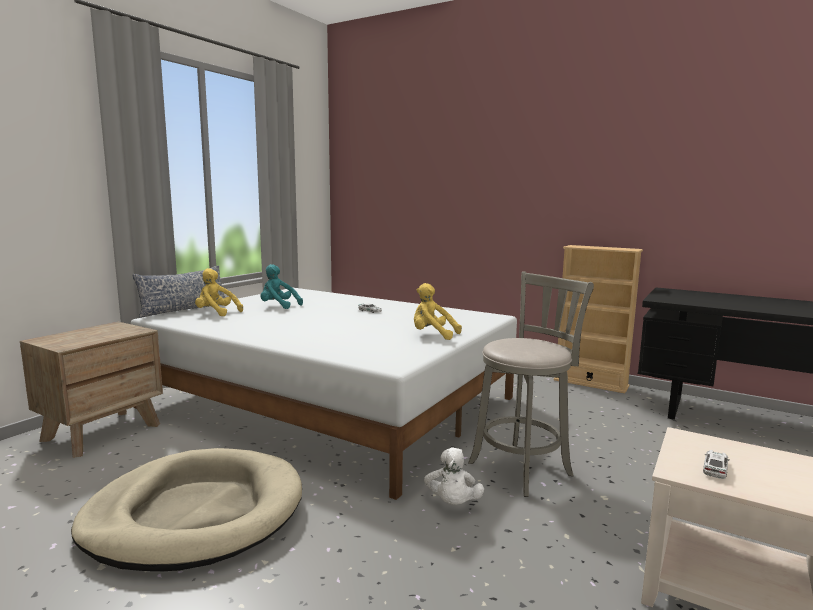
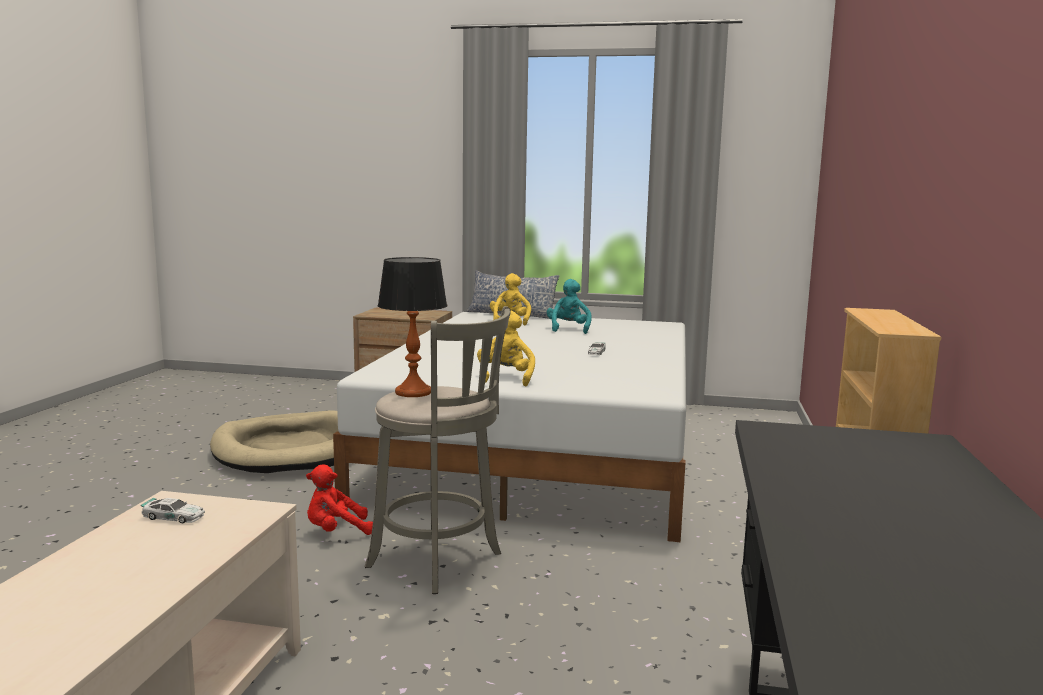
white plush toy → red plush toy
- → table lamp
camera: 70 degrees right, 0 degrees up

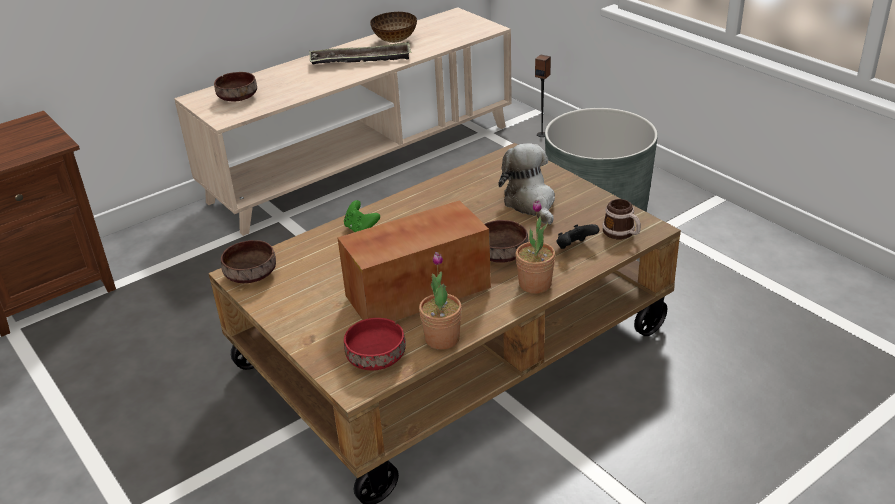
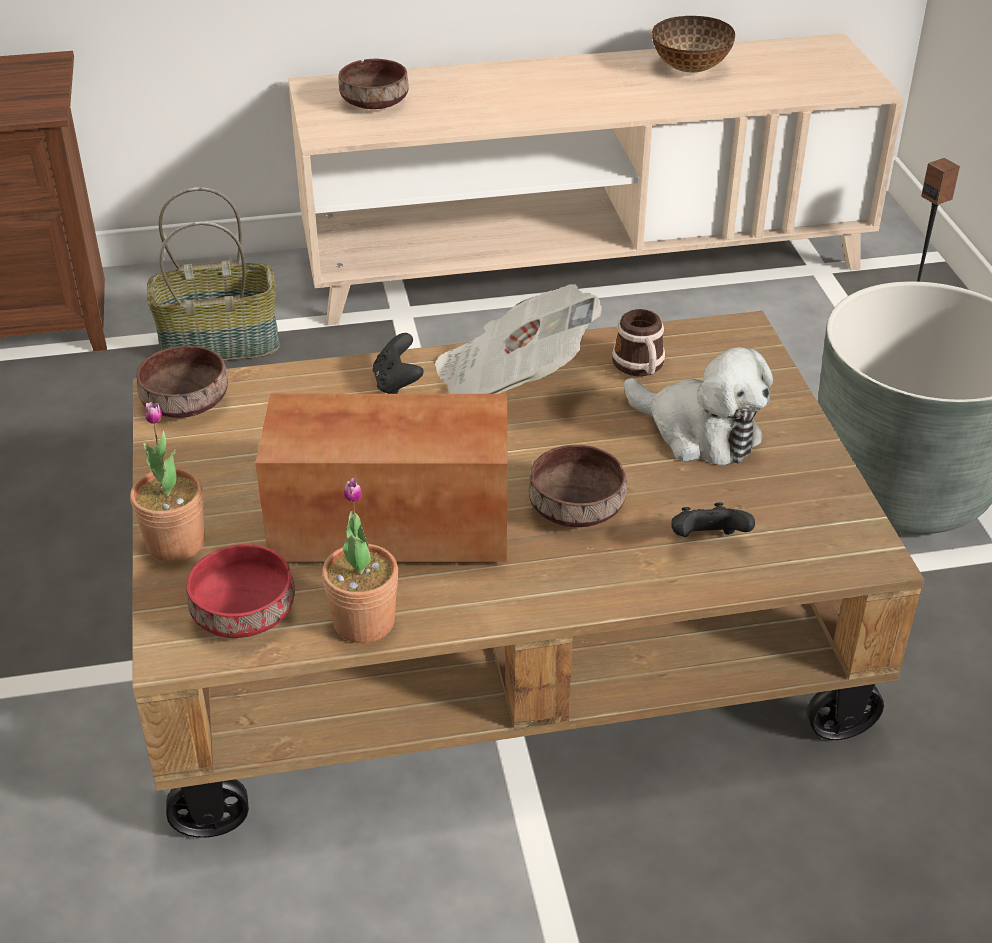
tray → -
green game controller → black game controller (1st from left)
plush toy, 120 degrees clockwise
potted plant (2nd from left in the first image) → potted plant (1st from left), move
mug, move
- → basket
- → newspaper
camera: 25 degrees right, 5 degrees up

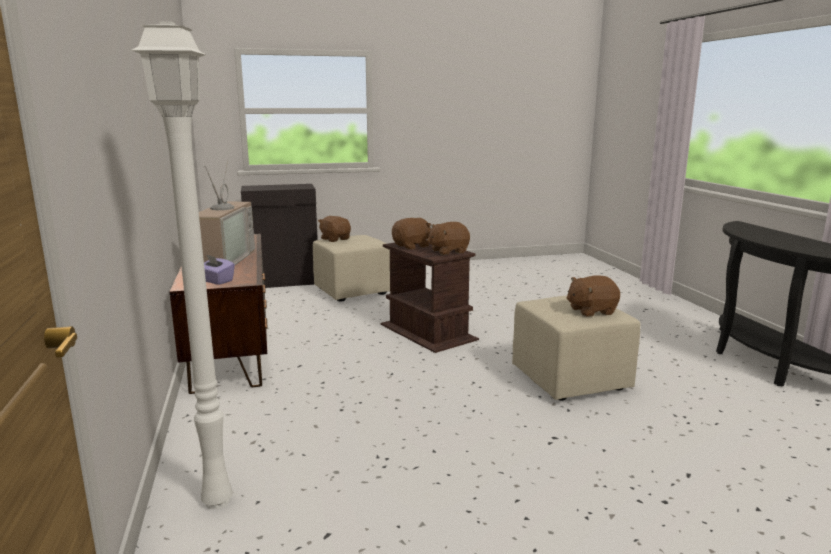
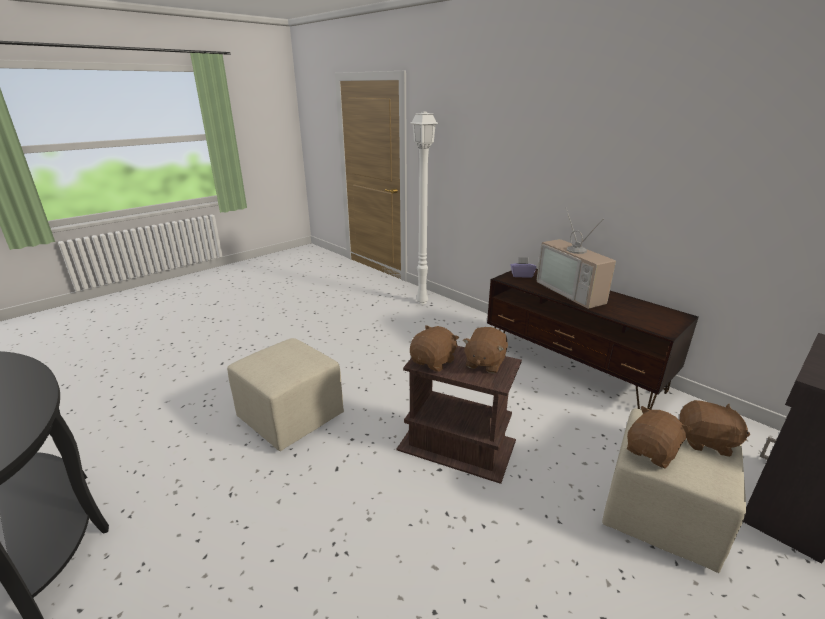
brown plush toy (4th from left in the first image) → brown plush toy (3rd from left), move
camera: 150 degrees right, 10 degrees up

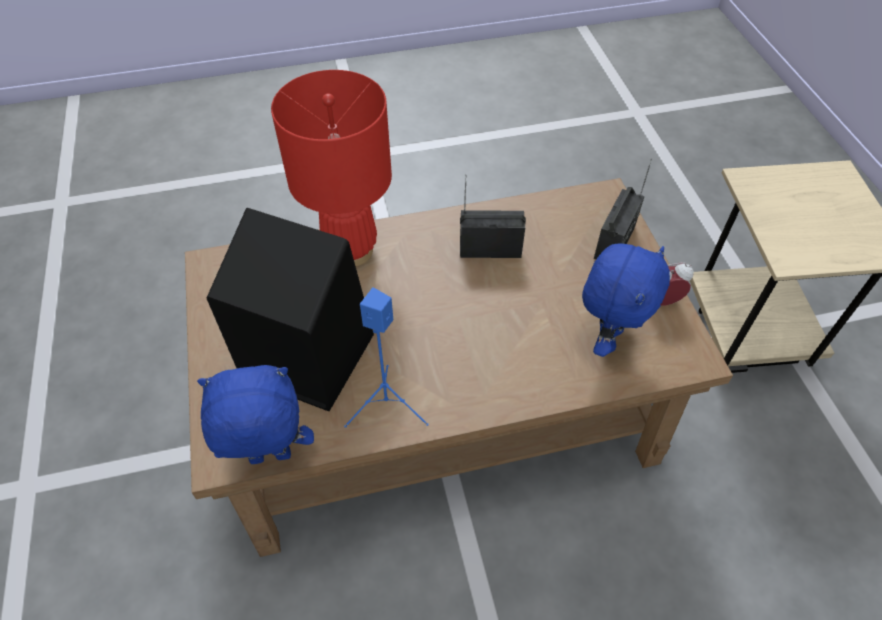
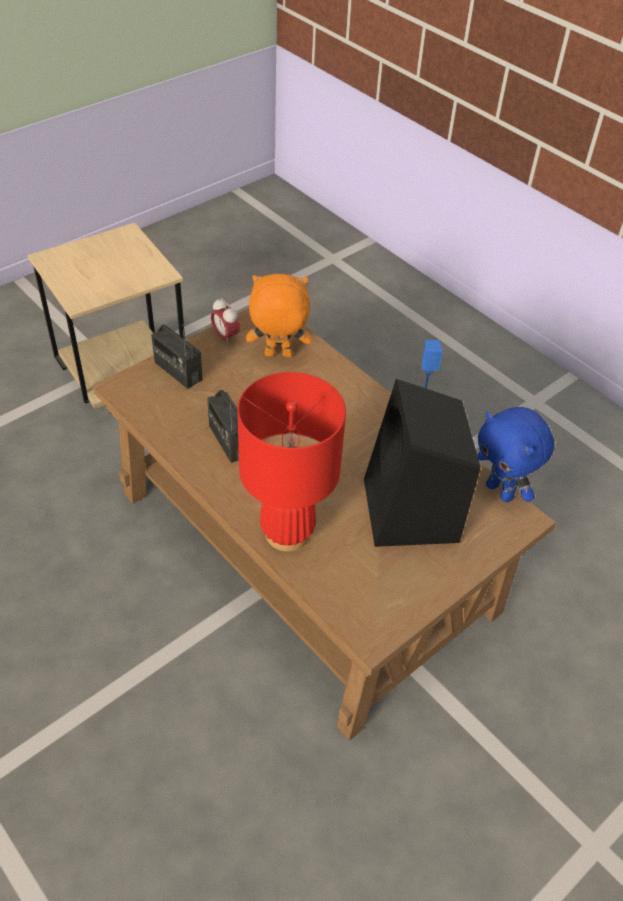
blue plush toy (2nd from left) → orange plush toy
radio (2nd from left in the first image) → radio (1st from left), 135 degrees counterclockwise
camera: 120 degrees left, 5 degrees down

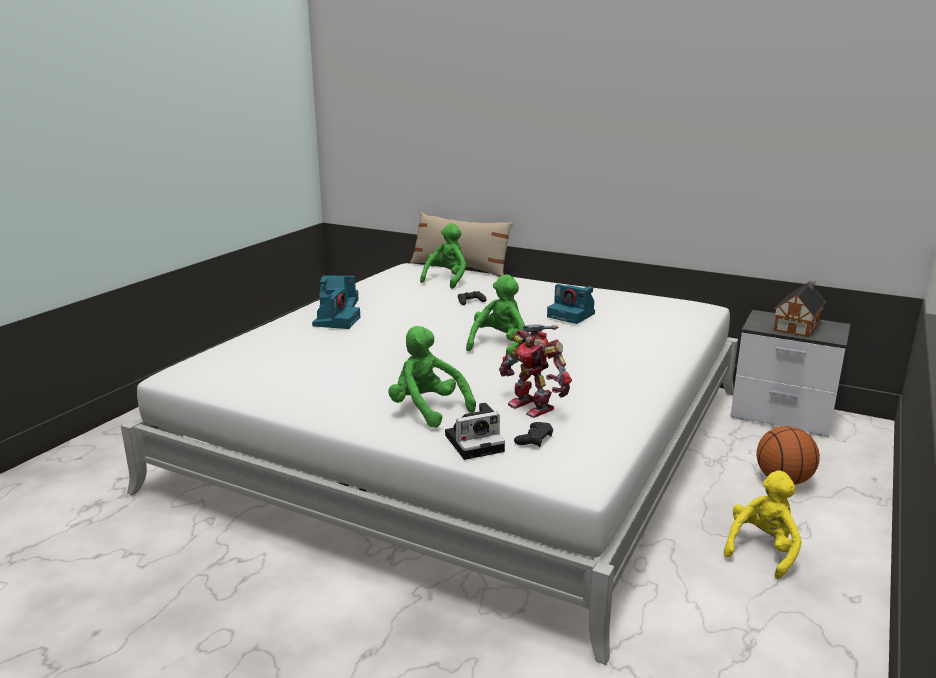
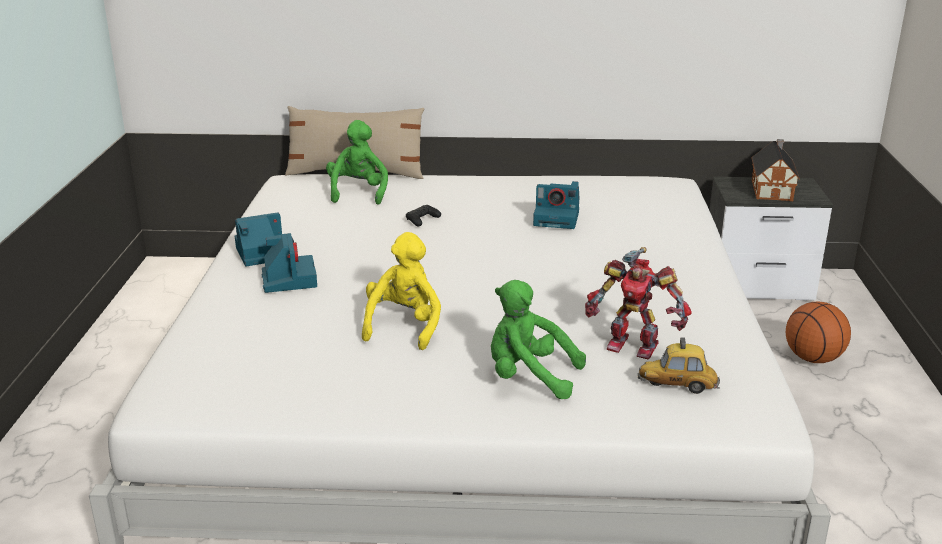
photo camera (3rd from left) → -
green plush toy (3rd from left) → -
black game controller (2nd from left) → toy car
yellow plush toy, move
camera: 25 degrees left, 5 degrees up

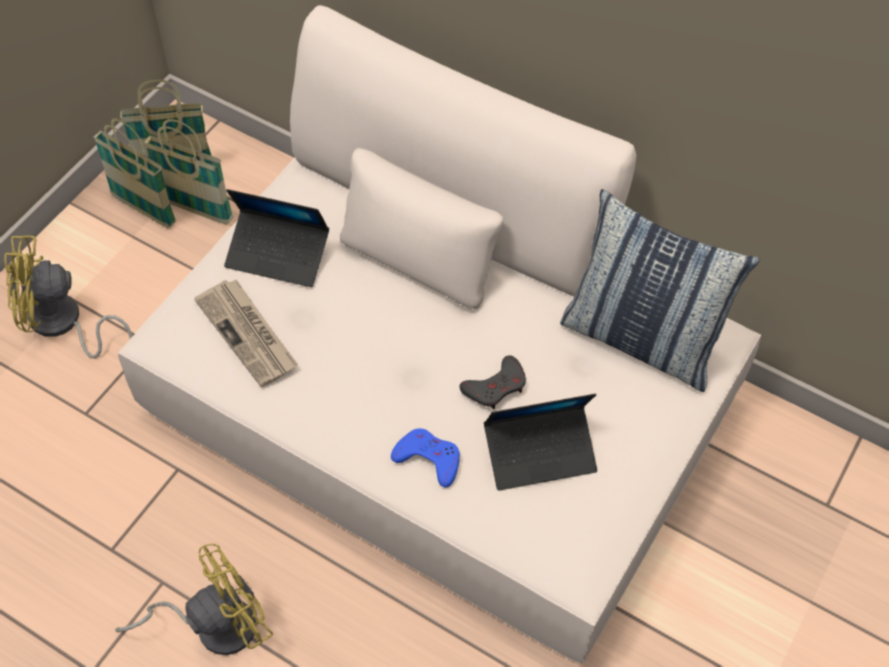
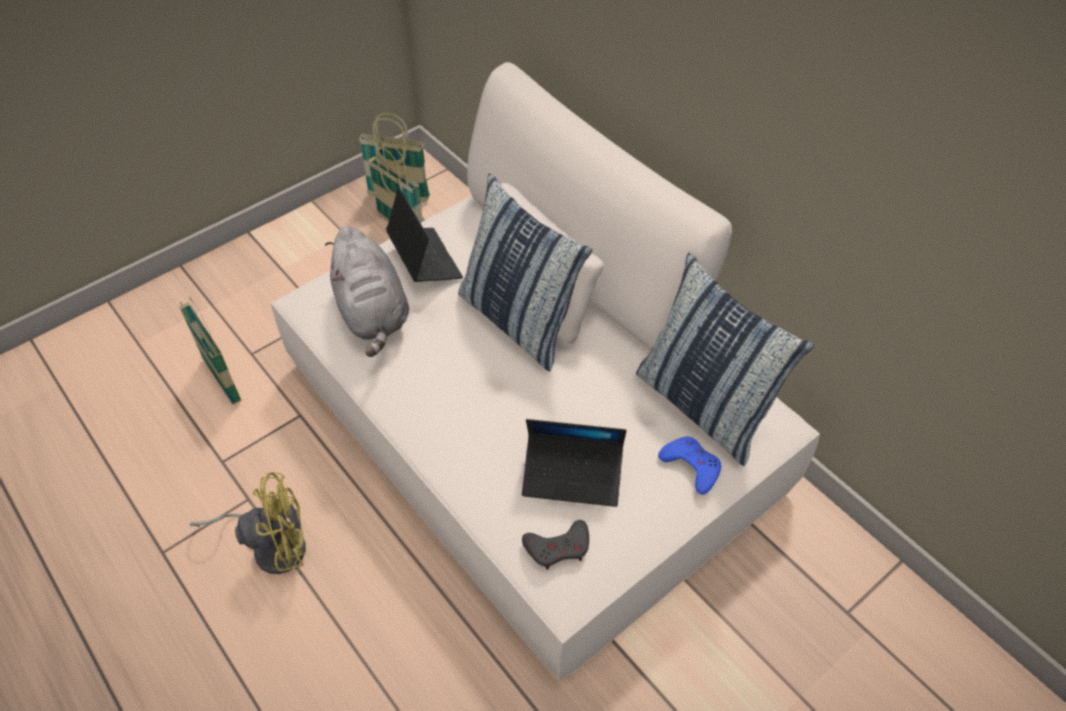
yellow fan (1st from left) → -
basket (1st from left), move
newspaper → grey plush toy
laptop (1st from left), 150 degrees counterclockwise
blue game controller, move
grey game controller, move
- → pillow (1st from left)
camera: 20 degrees right, 5 degrees down

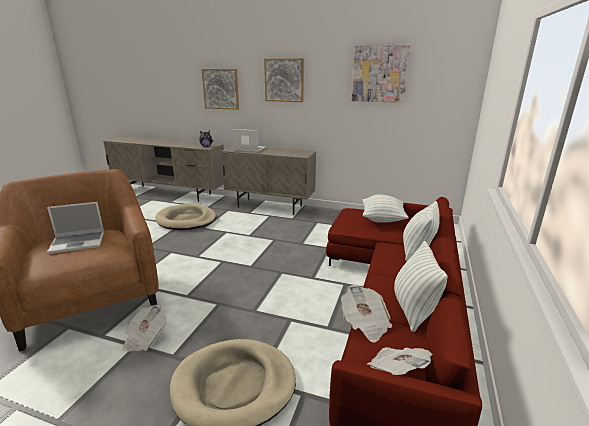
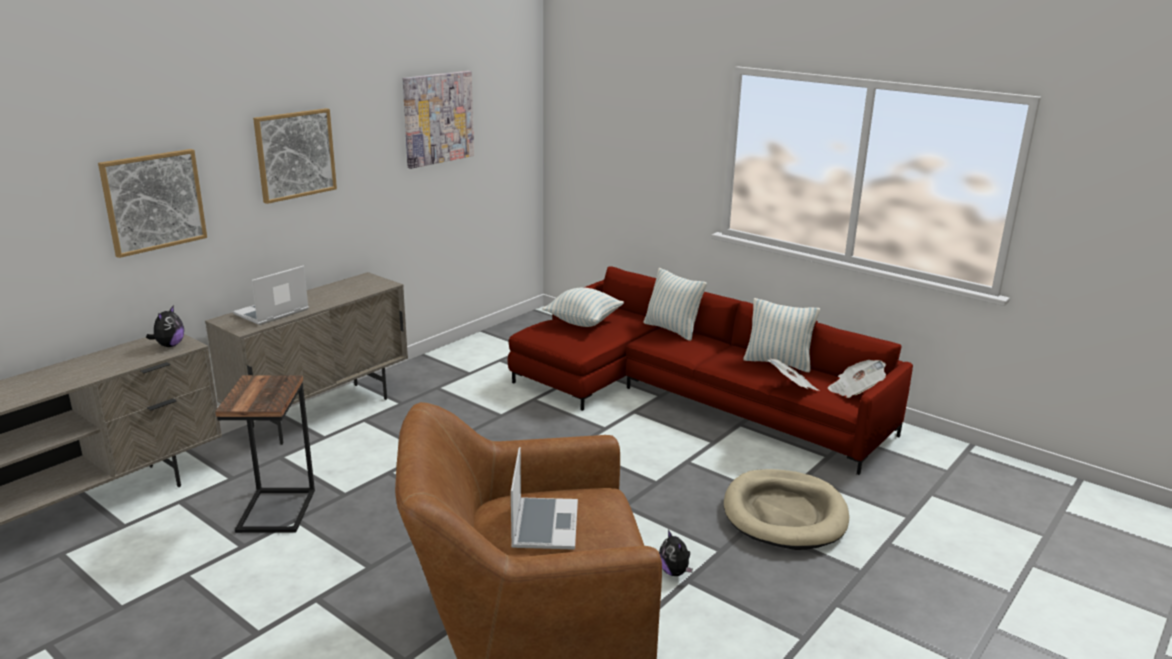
newspaper (1st from left) → plush toy (2nd from left)
beige dog bed (1st from left) → side table
camera: 70 degrees left, 0 degrees up

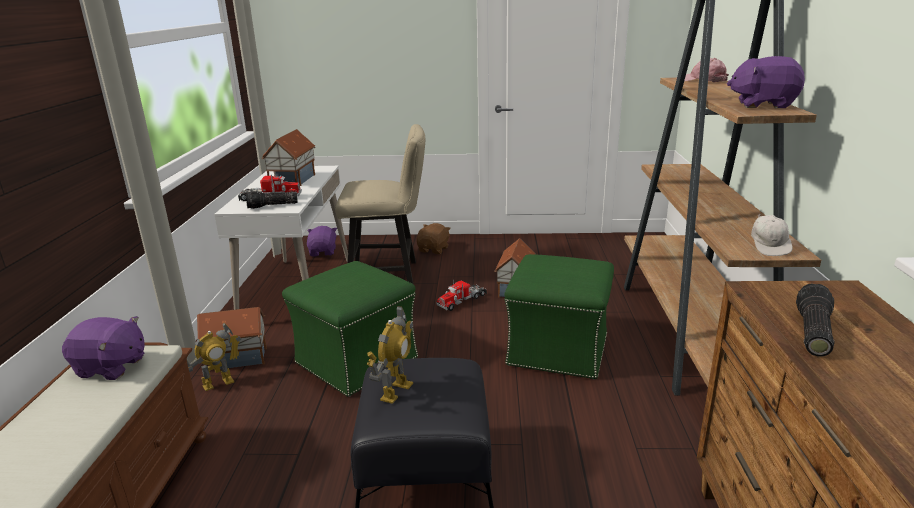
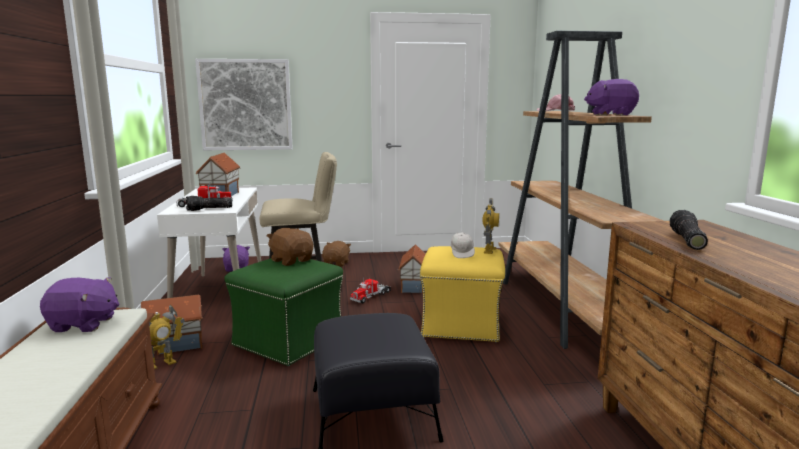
toy robot (2nd from left), move
green ottoman (2nd from left) → yellow ottoman
white cap, move
- → picture
- → brown plush toy (1st from left)
camera: 10 degrees left, 10 degrees down

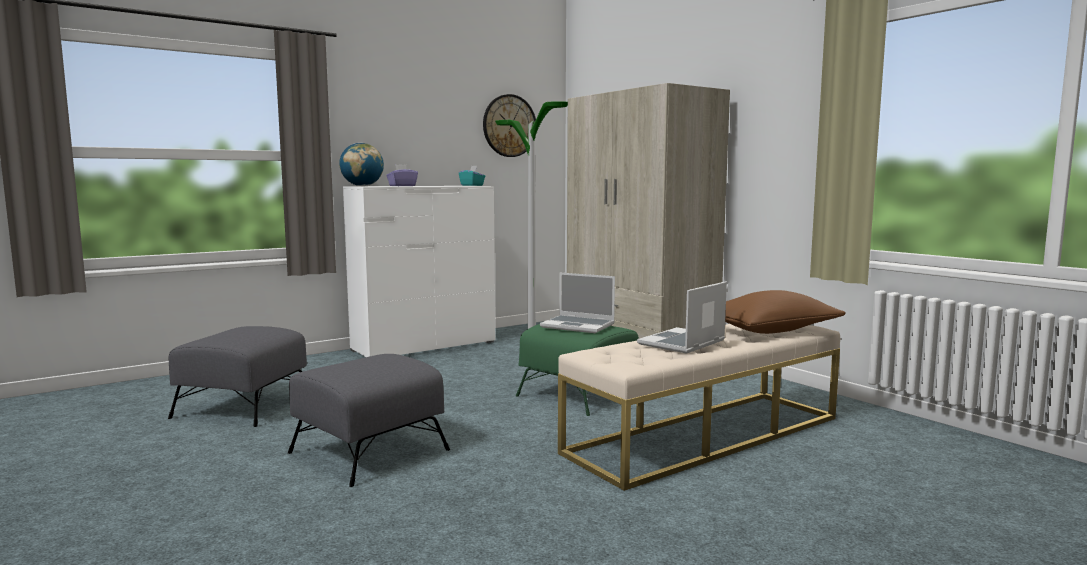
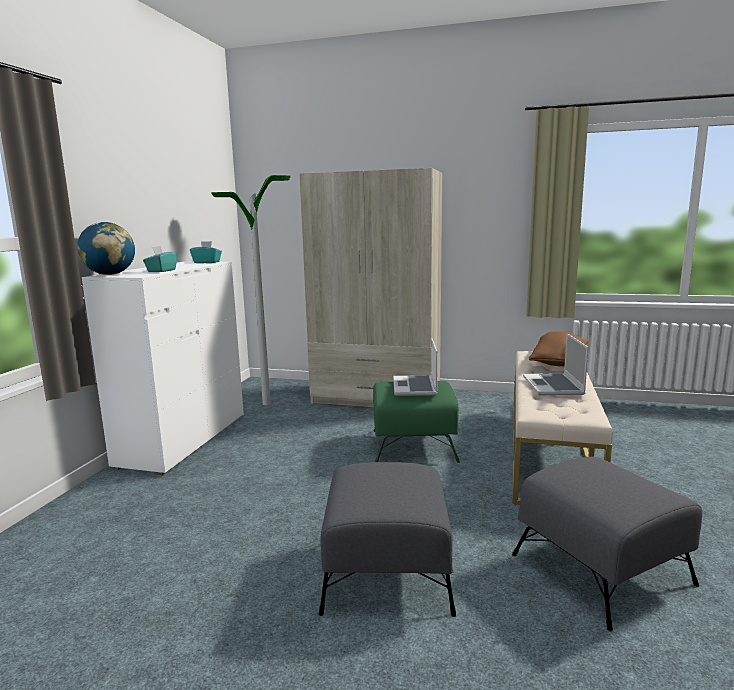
grey ottoman (1st from left in the first image) → grey ottoman (2nd from left), move
purple tissue box → turquoise tissue box (1st from left)
wall clock → -
laptop (1st from left), 105 degrees clockwise
camera: 40 degrees left, 5 degrees up

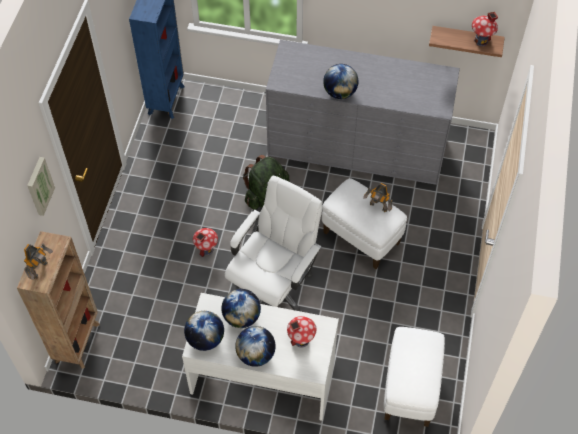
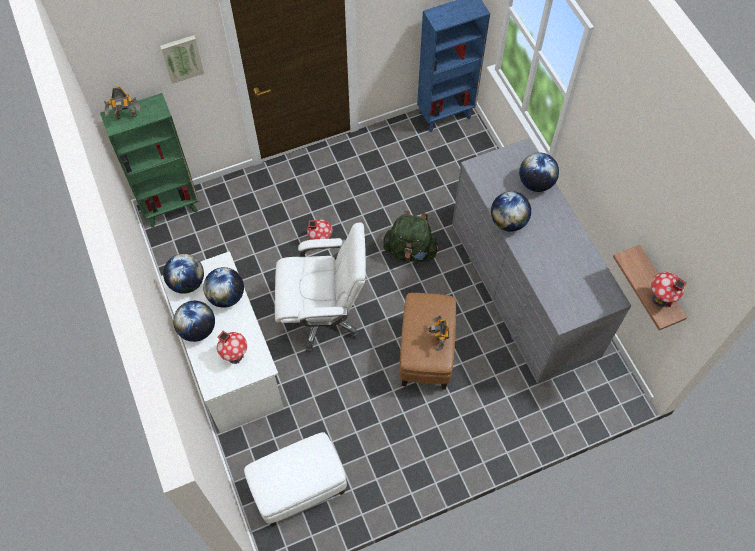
brown bookcase → green bookcase
white ottoman (1st from left) → brown ottoman
- → globe (5th from left)
camera: 55 degrees right, 5 degrees up

